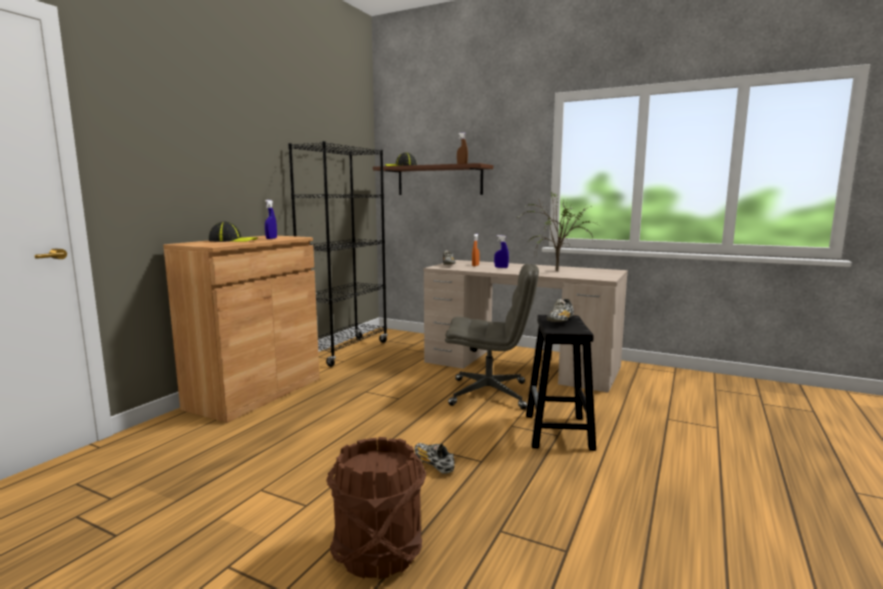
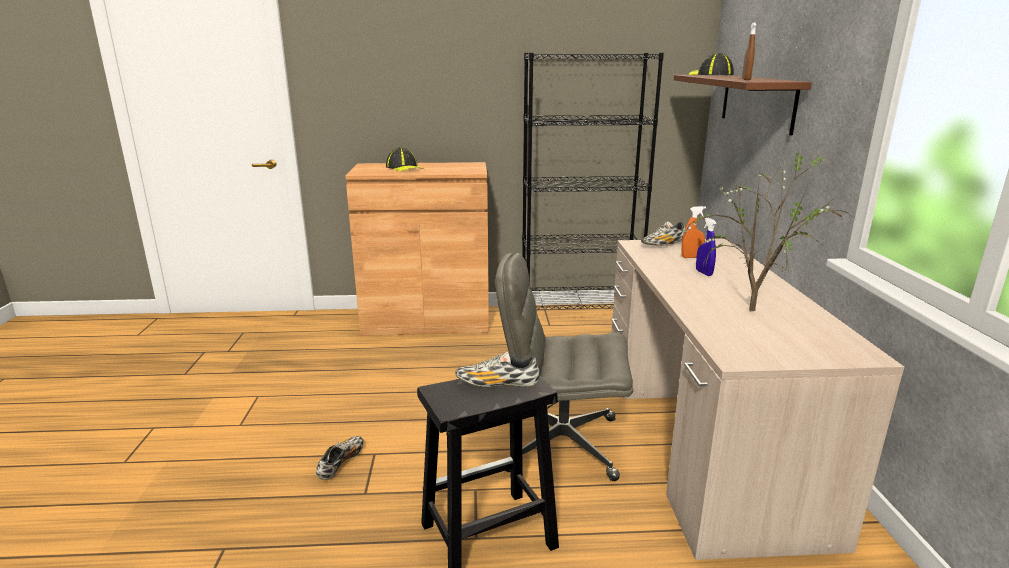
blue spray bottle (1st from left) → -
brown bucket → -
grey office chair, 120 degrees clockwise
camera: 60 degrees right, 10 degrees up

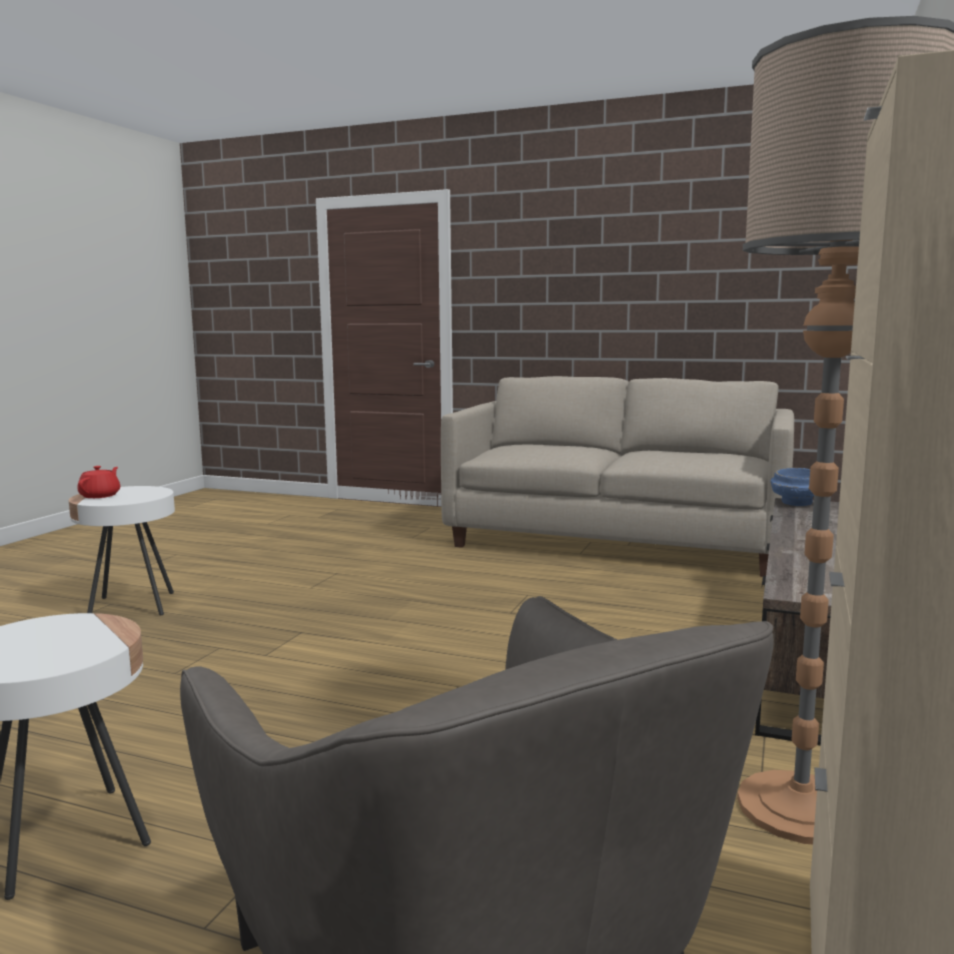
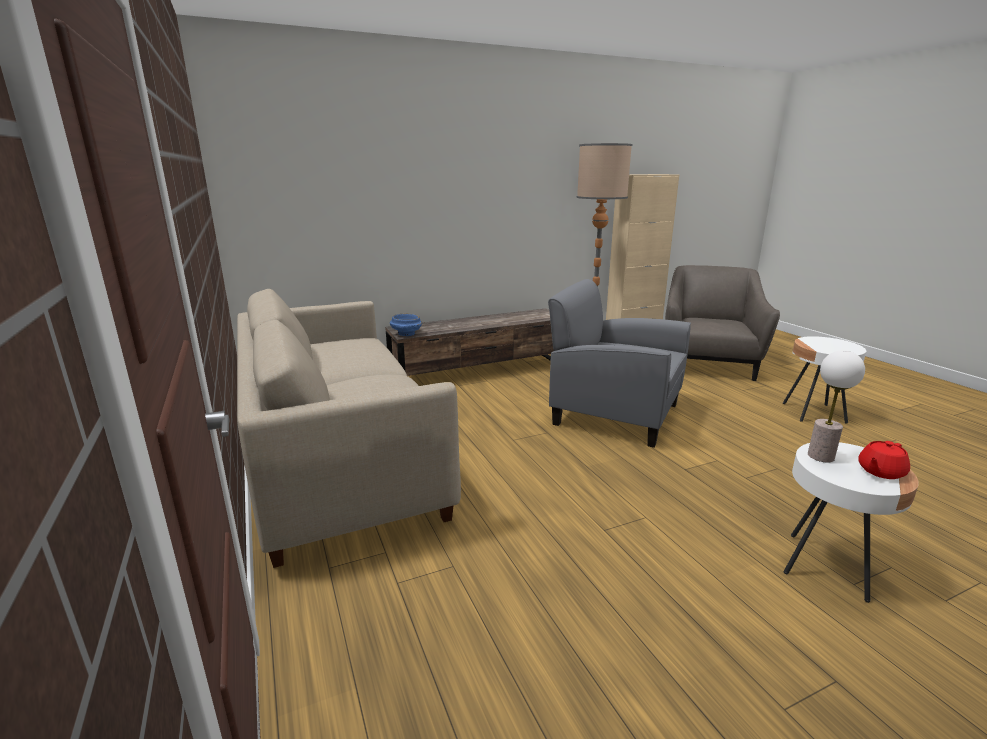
- → grey armchair (1st from left)
- → table lamp
camera: 135 degrees left, 10 degrees up

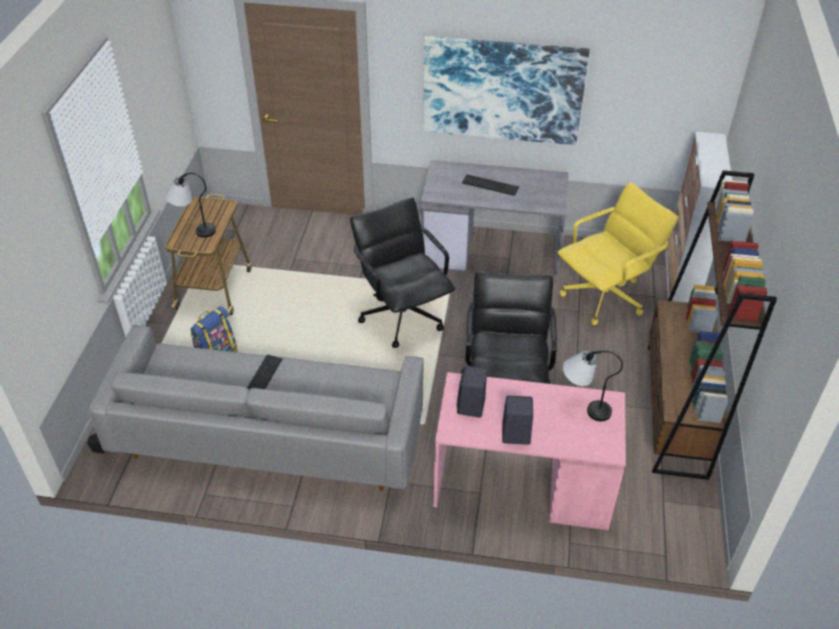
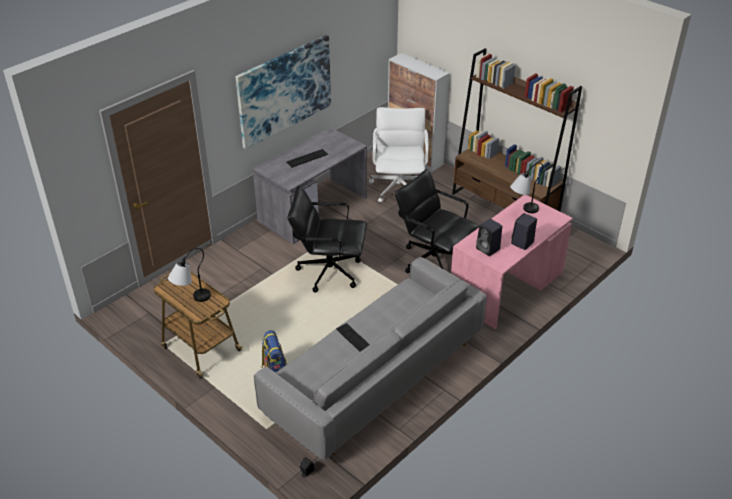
yellow office chair → white office chair
camera: 55 degrees left, 5 degrees down

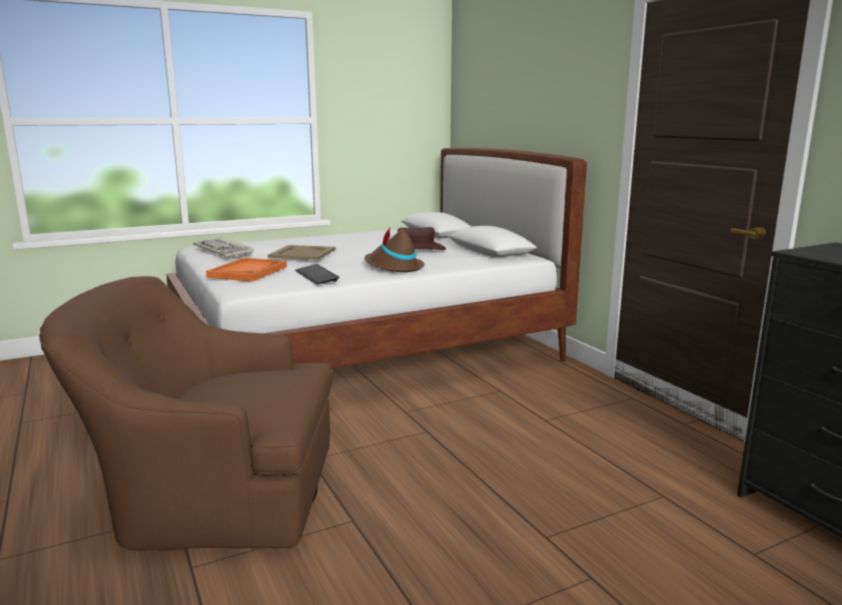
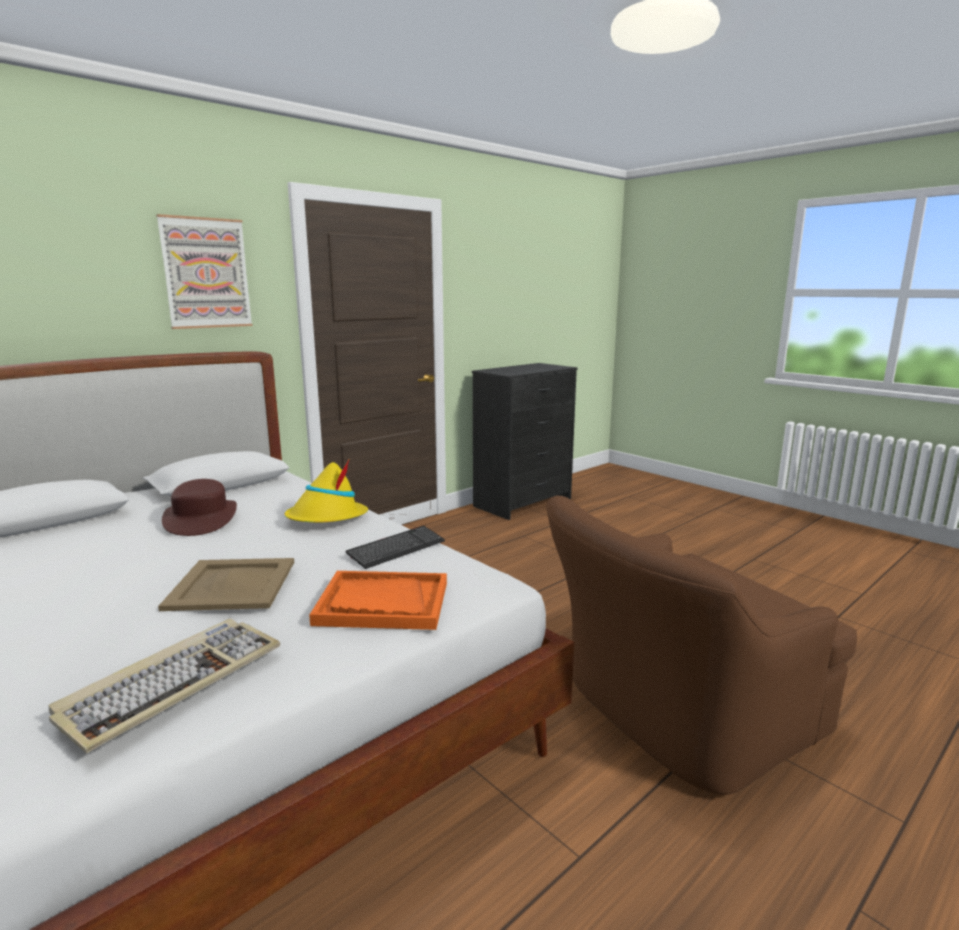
brown armchair, 75 degrees clockwise
brown hat (1st from left) → yellow hat
- → picture
camera: 105 degrees left, 0 degrees up

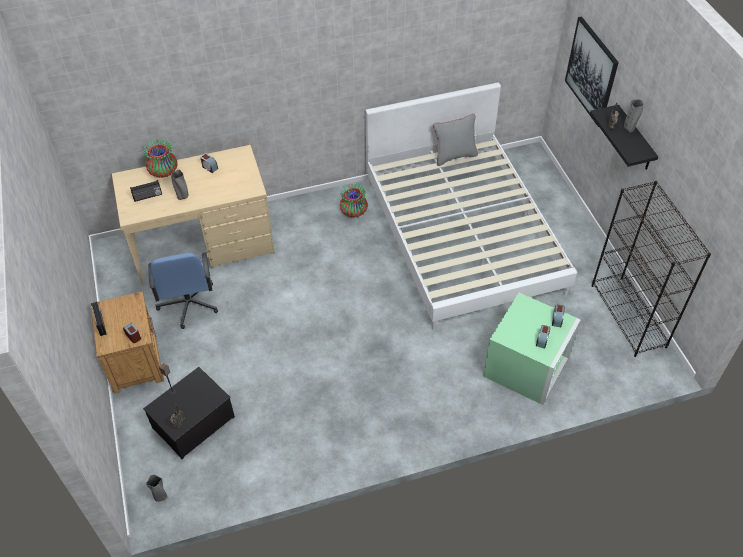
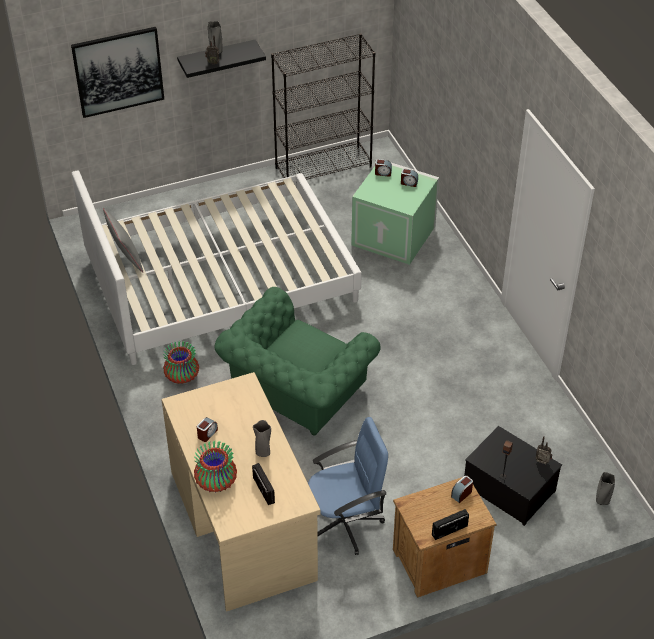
- → green armchair
camera: 95 degrees left, 5 degrees down

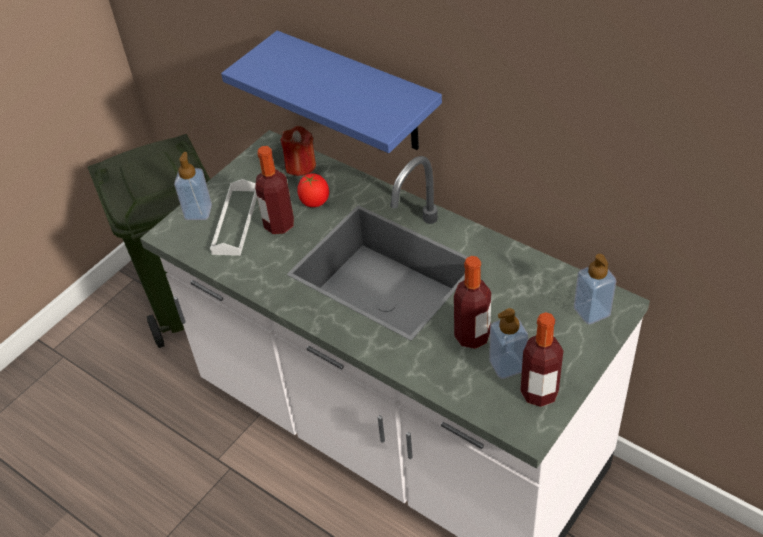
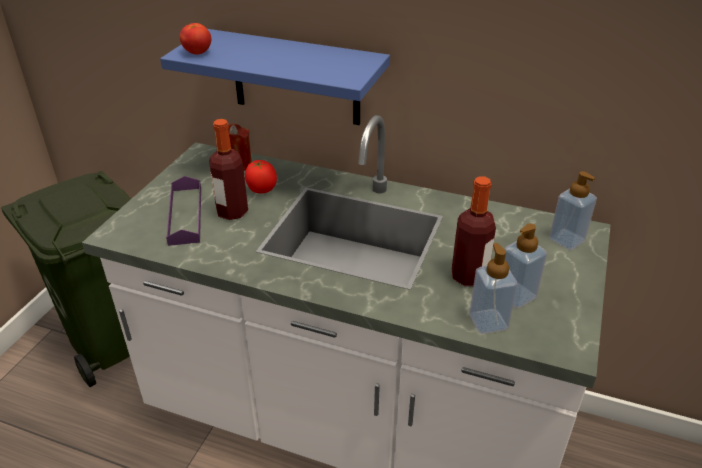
soap dispenser (1st from left), move
white tray → purple tray
bottle (3rd from left) → -
- → tomato (1st from left)
camera: 20 degrees left, 10 degrees down

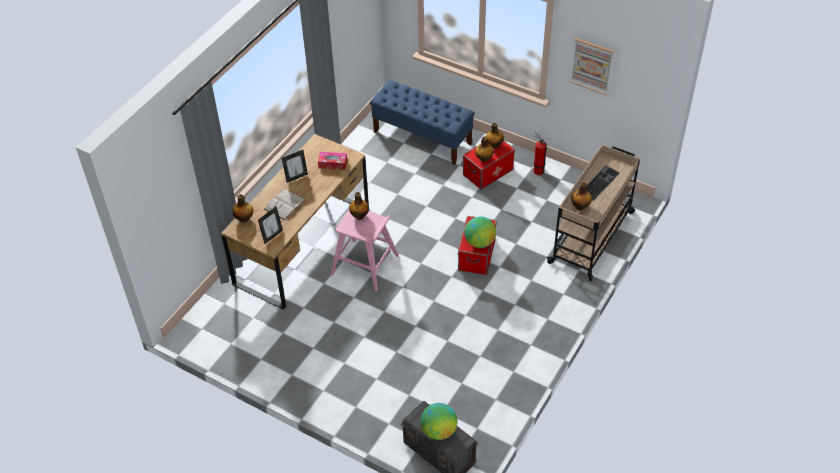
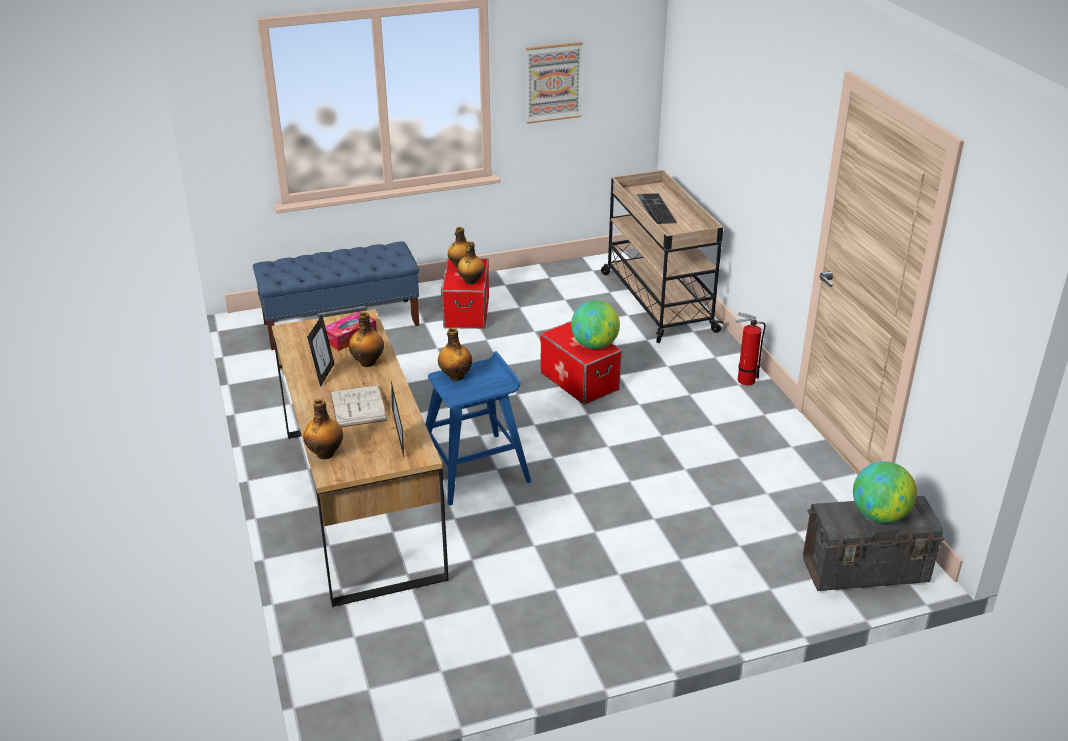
pink stool → blue stool
fire extinguisher, move
bottle (5th from left in the first image) → bottle (2nd from left), move
camera: 50 degrees left, 15 degrees down

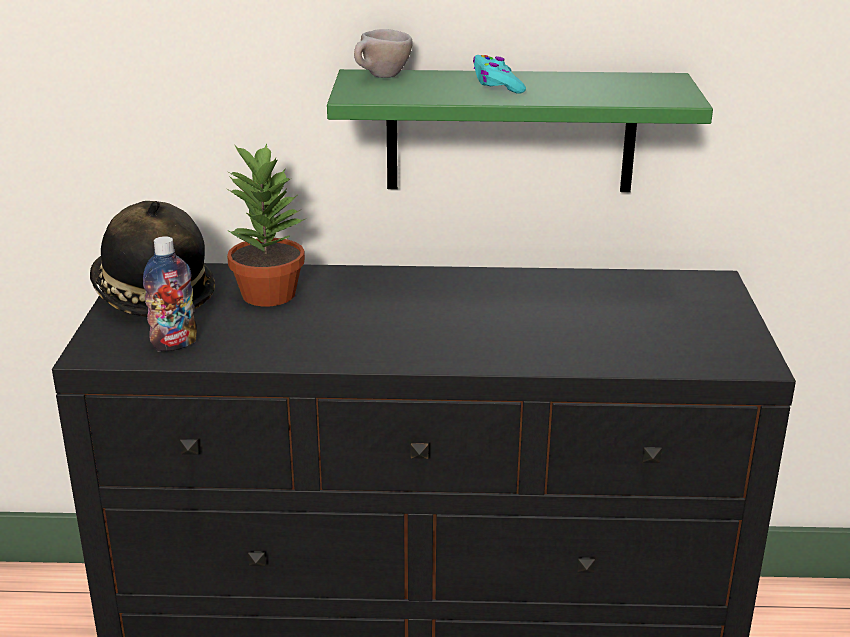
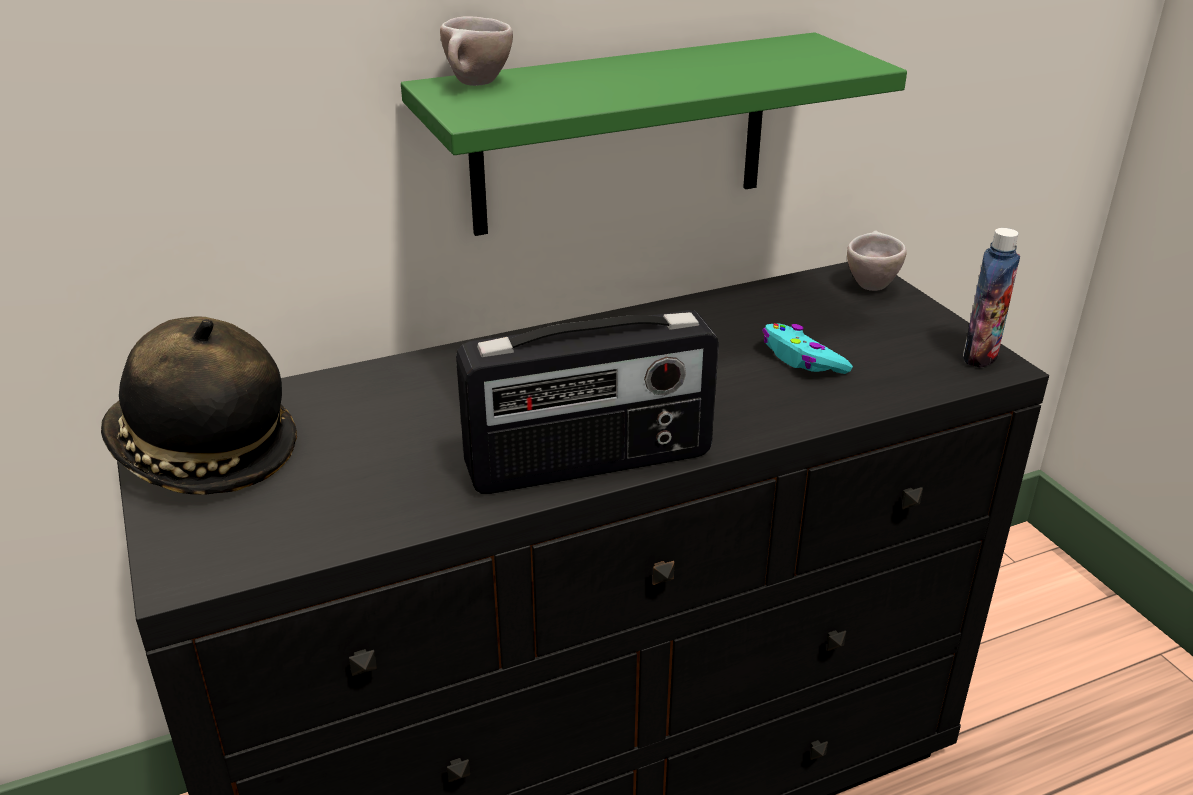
bottle, move
potted plant → -
turquoise game controller, move
- → radio
- → beige cup (2nd from left)
camera: 25 degrees left, 5 degrees up

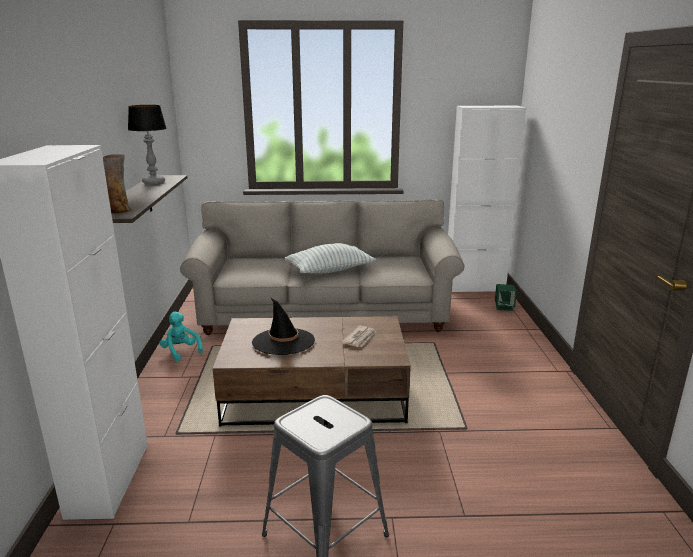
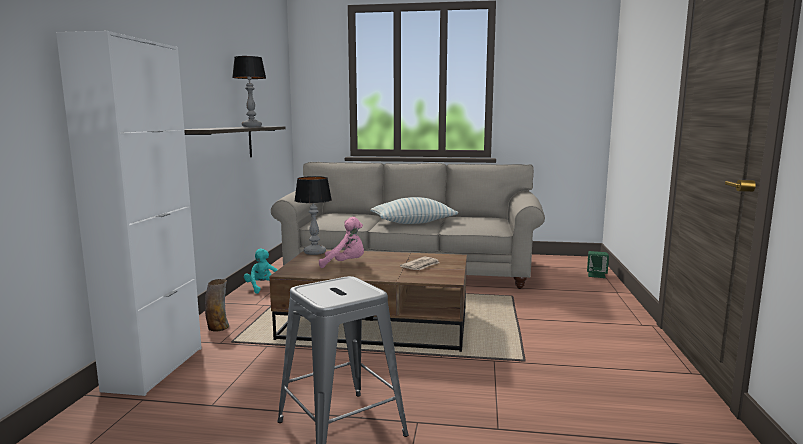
vase, move
black hat → pink plush toy
white cabinet (2nd from left) → -
- → table lamp (2nd from left)
camera: 10 degrees right, 10 degrees down

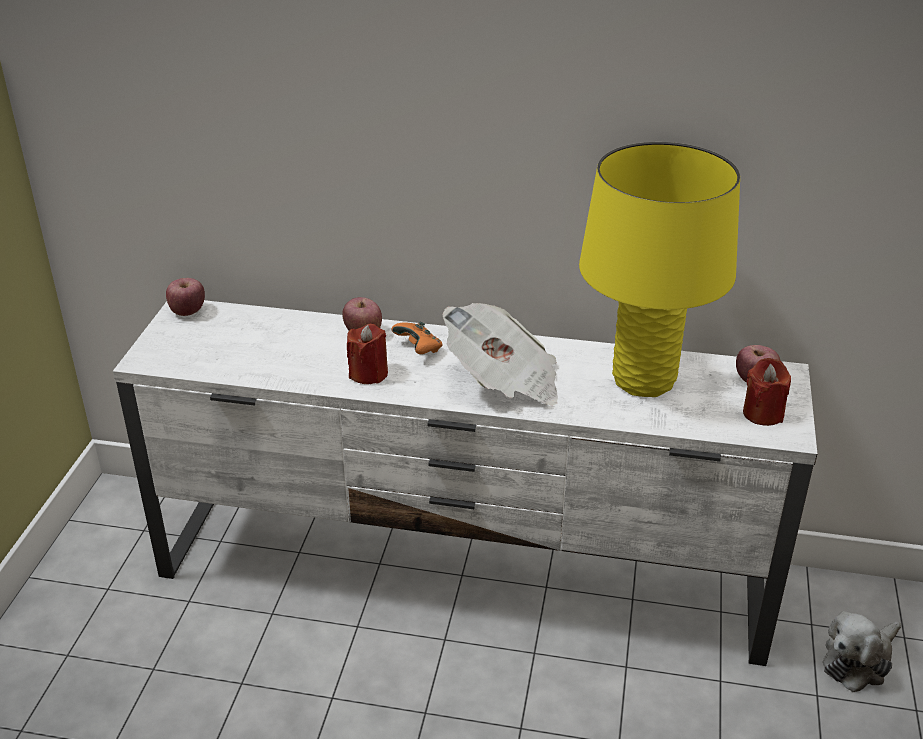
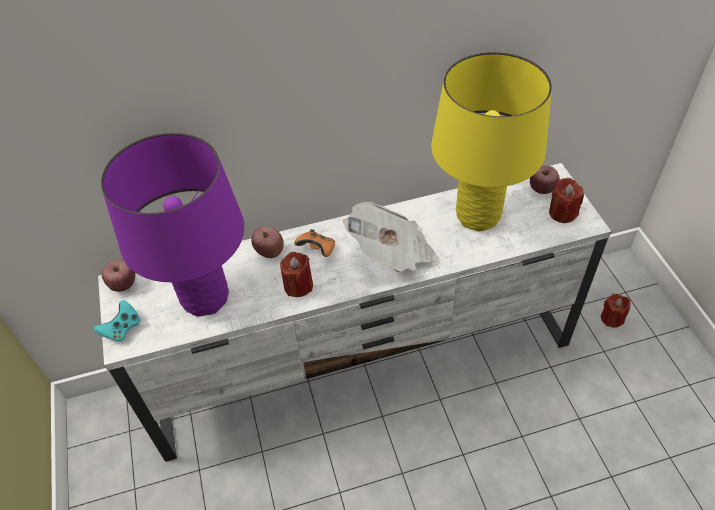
plush toy → red candle (3rd from left)
- → turquoise game controller
- → purple table lamp
camera: 25 degrees left, 15 degrees up

